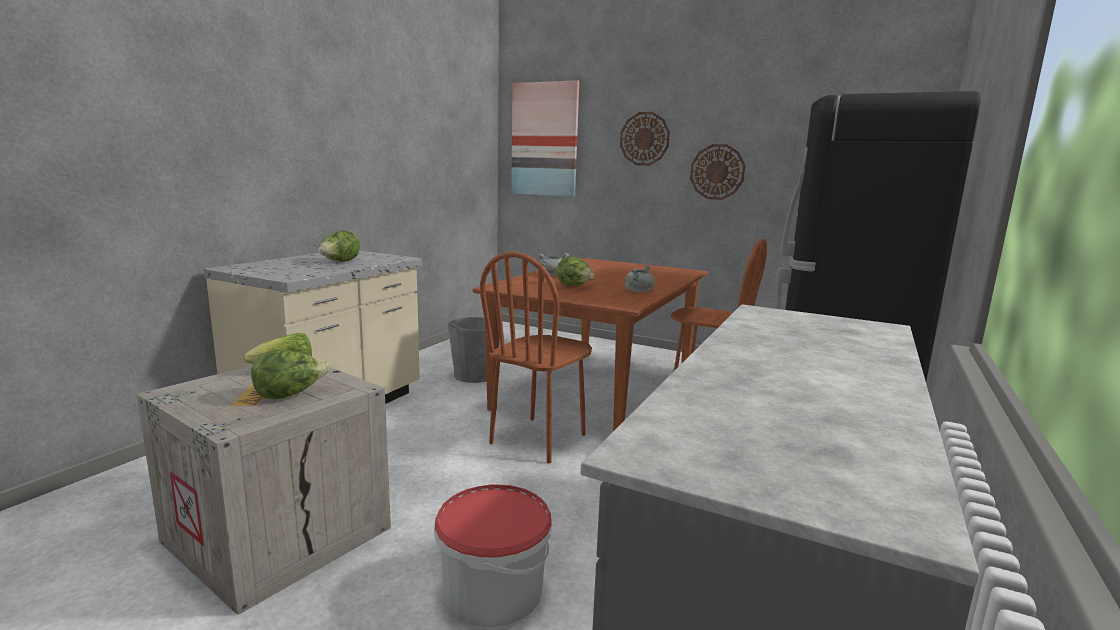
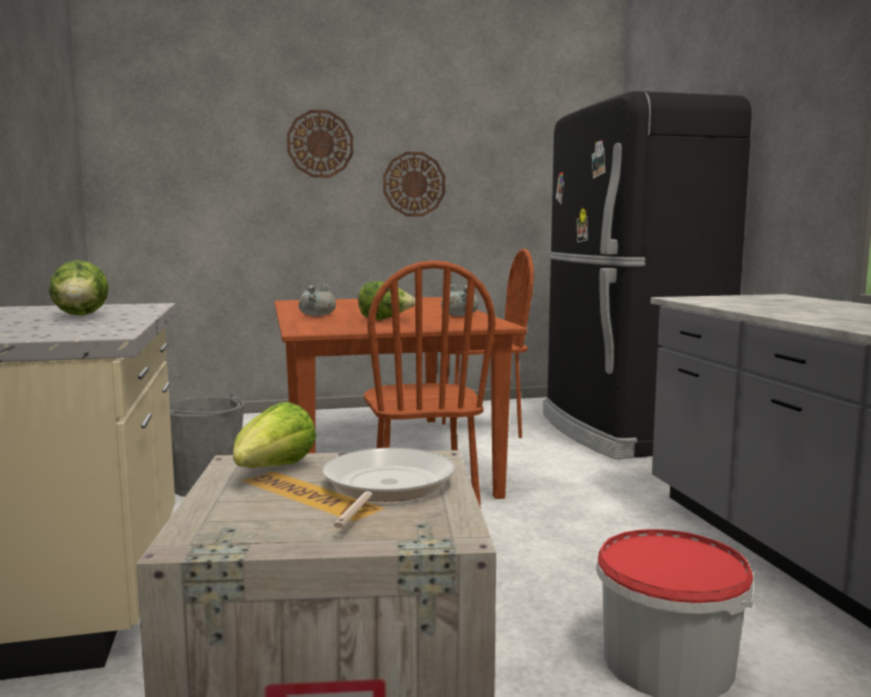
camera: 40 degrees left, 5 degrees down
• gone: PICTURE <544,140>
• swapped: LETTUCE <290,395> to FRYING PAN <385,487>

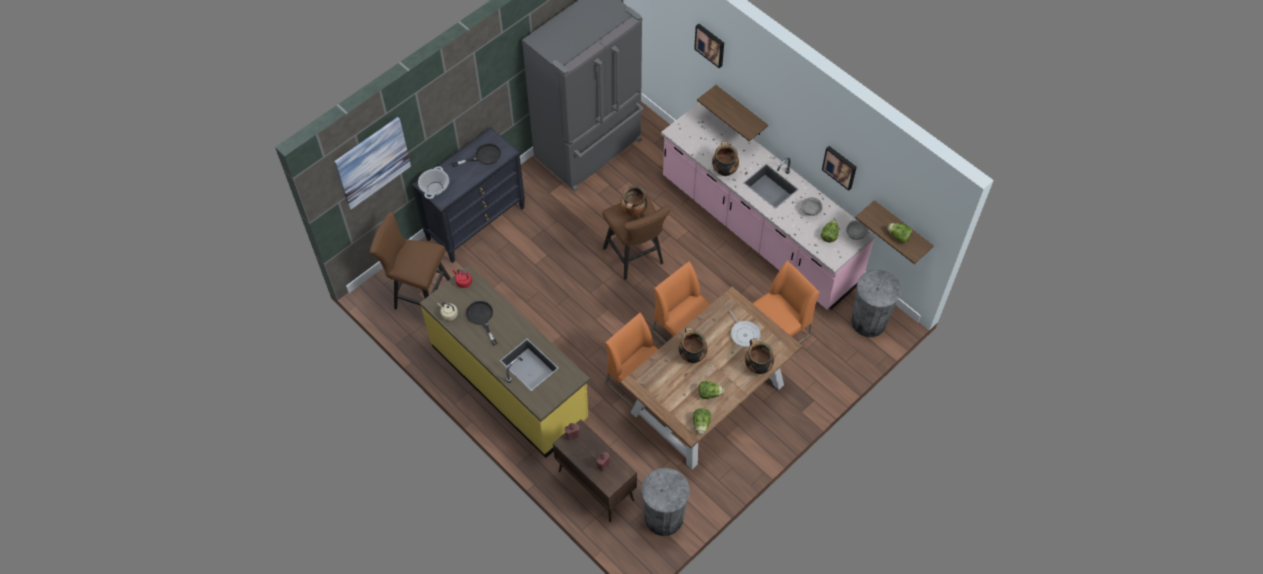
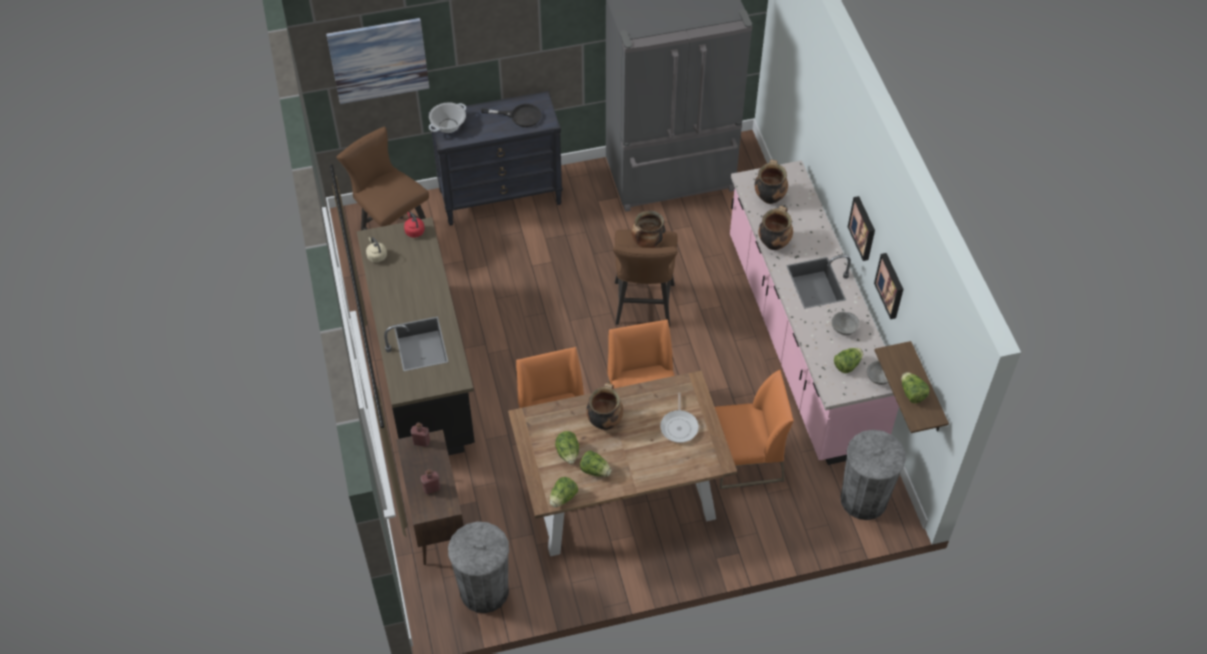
camera: 30 degrees right, 5 degrees down
• gone: BLACK FRYING PAN <481,318>
• gone: SHELF <741,111>
• new: LETTUCE <568,453>
• shifted: PICTURE <710,44> to <863,228>
• shifted: COOKING POT <757,366> to <769,196>
• repainted: YELLOW COUNTER <510,382> to BLACK COUNTER <423,370>

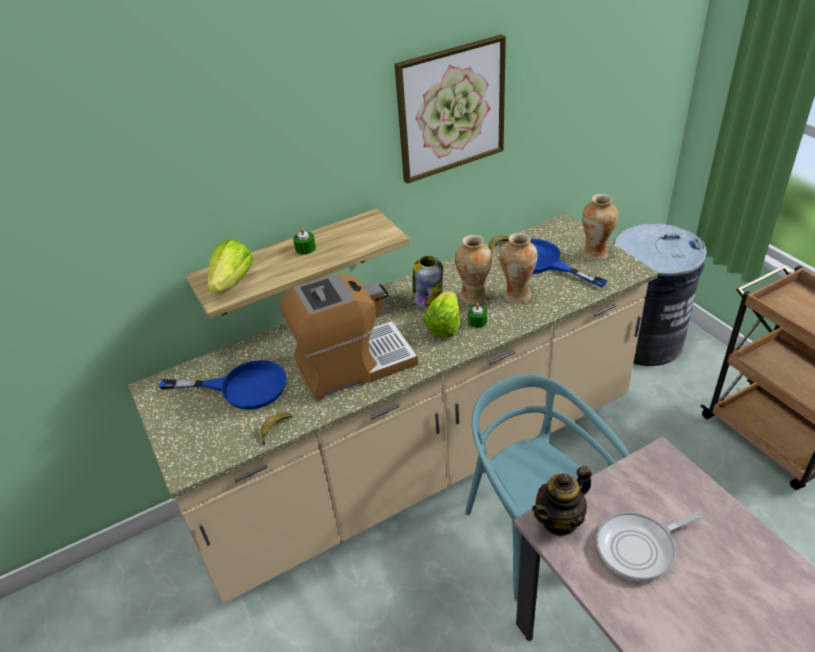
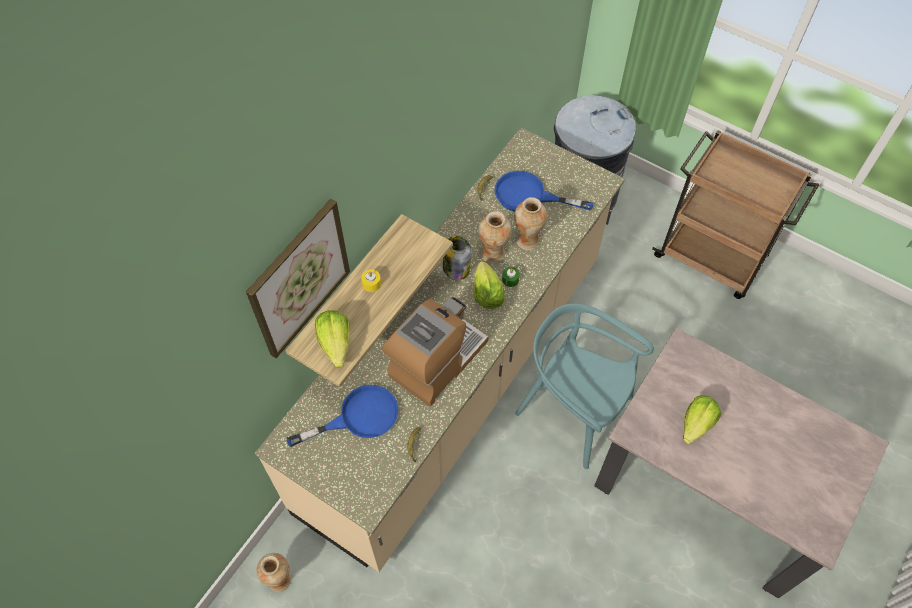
camera: 30 degrees left, 20 degrees up
• gone: TEAPOT <560,520>
• shifted: PICTURE <451,109> to <299,279>
• shifted: VASE <595,254> to <280,579>
• swapped: FRYING PAN <639,548> to LETTUCE <696,424>
• repainted: GREEN CANDLE <305,248> to YELLOW CANDLE <371,284>

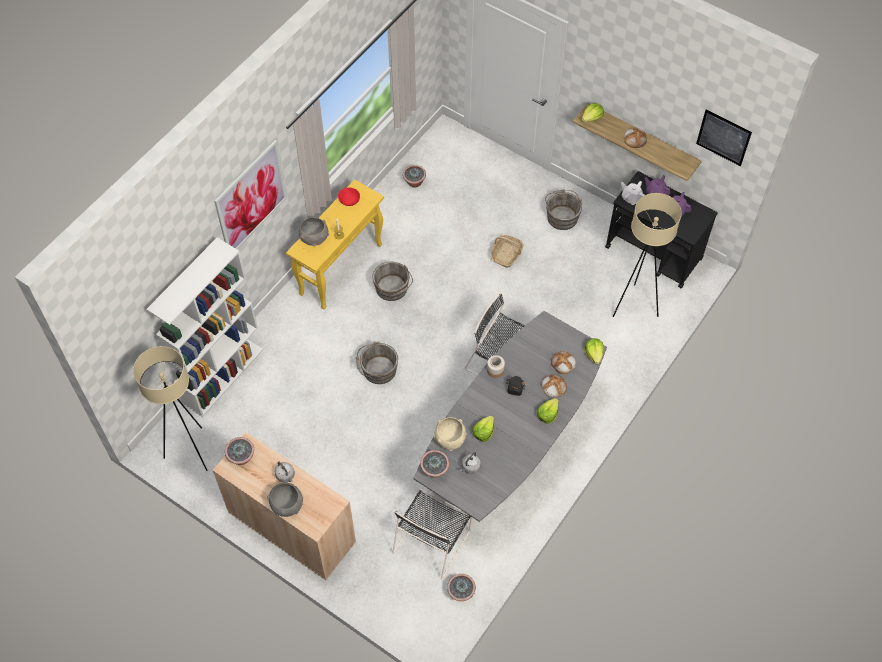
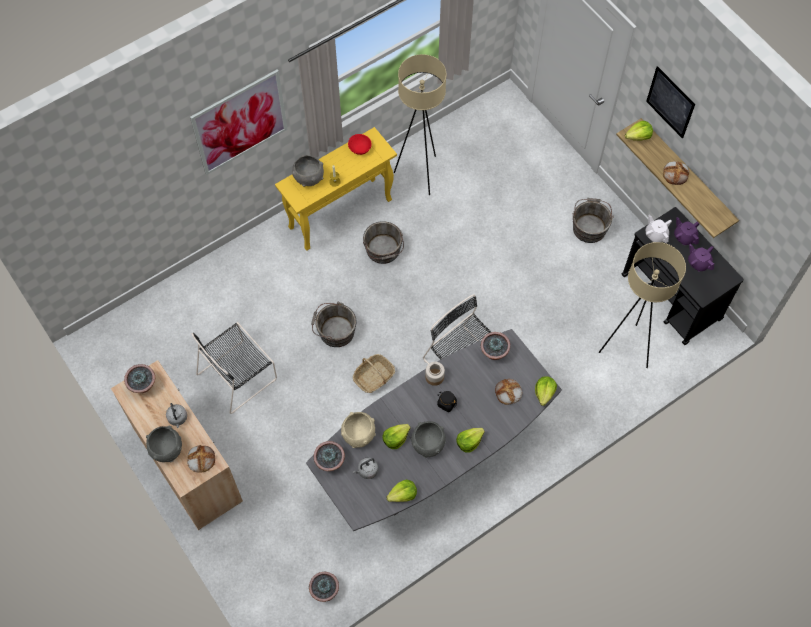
camera: 20 degrees right, 5 degrees up
• gone: WHITE BOOKCASE <223,375>
• new: LETTUCE <403,495>
• new: GREY BOWL <428,444>
• shifted: BEIGE FLOOR LAMP <191,451> to <420,174>
• shifted: BLACK CHAIR <432,540> to <239,375>
• shifted: POTTED PLANT <414,183> to <494,353>
• shifted: BASKET <506,255> to <374,377>
• shifted: BREAD <553,386> to <201,459>
• shifted: PICTURE <723,137> to <670,102>

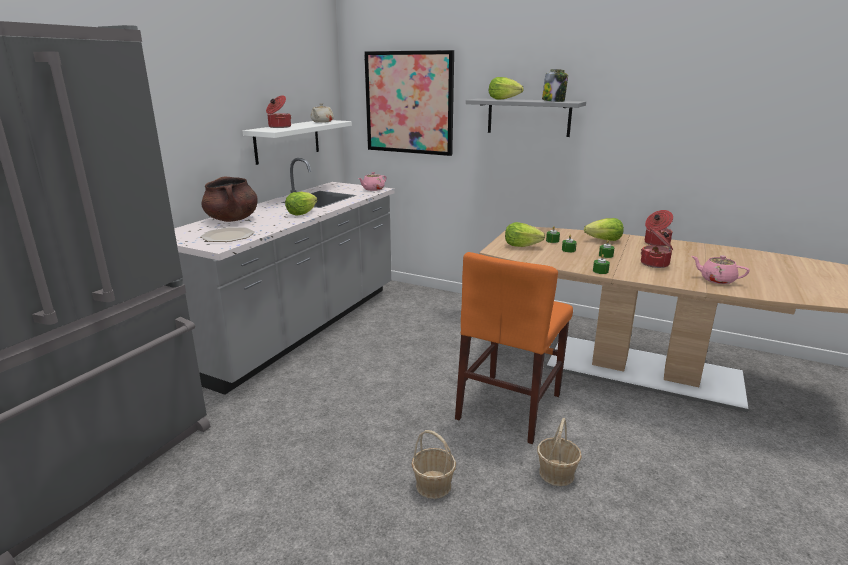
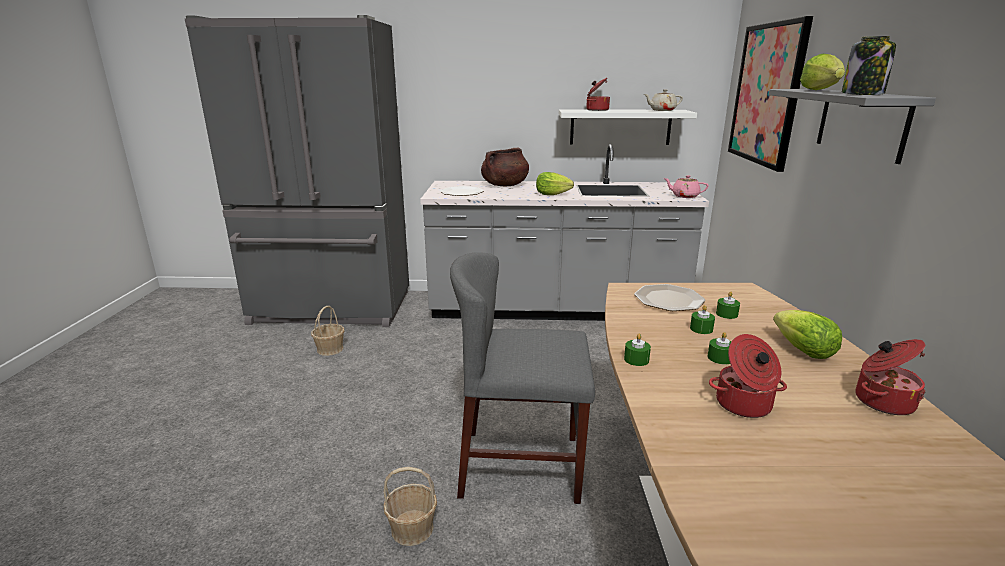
camera: 65 degrees right, 0 degrees up
• gone: PINK TEAPOT <716,280>
• shifted: BASKET <433,485> to <330,349>
• swapped: LETTUCE <521,246> to PLATE <669,299>
• repainted: ORANGE CHAIR <509,406> to GREY CHAIR <521,465>

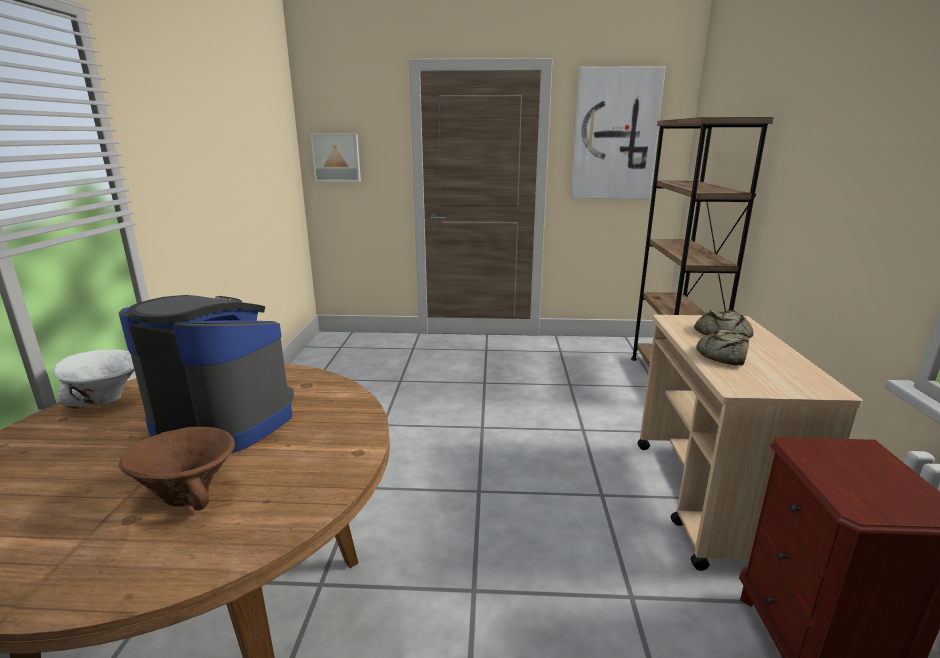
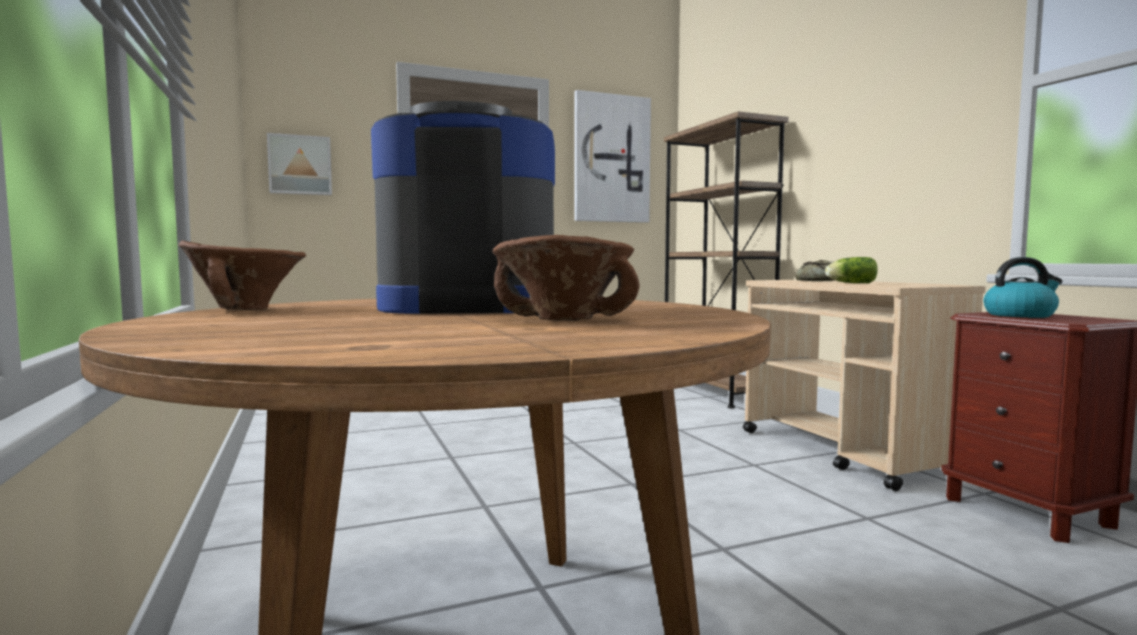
camera: 25 degrees left, 15 degrees down
• new: KETTLE <1020,315>
• swapped: BREAD <723,355> to LETTUCE <849,283>
• repainted: WHITE BOWL <109,399> to BROWN BOWL <249,309>

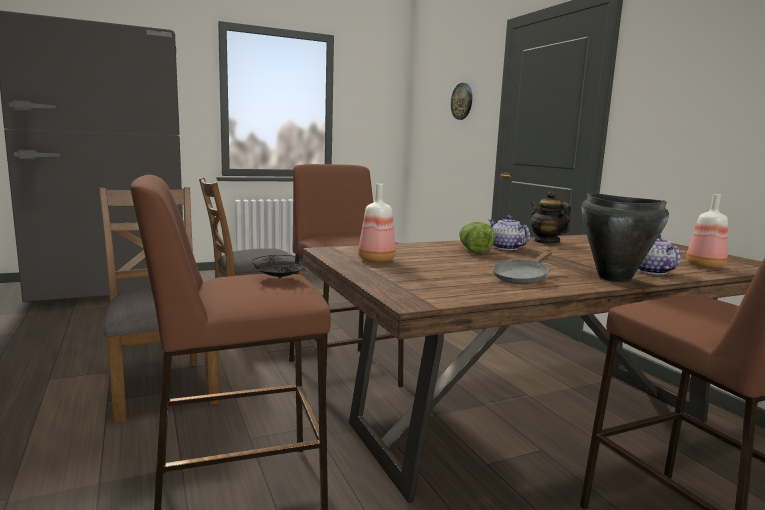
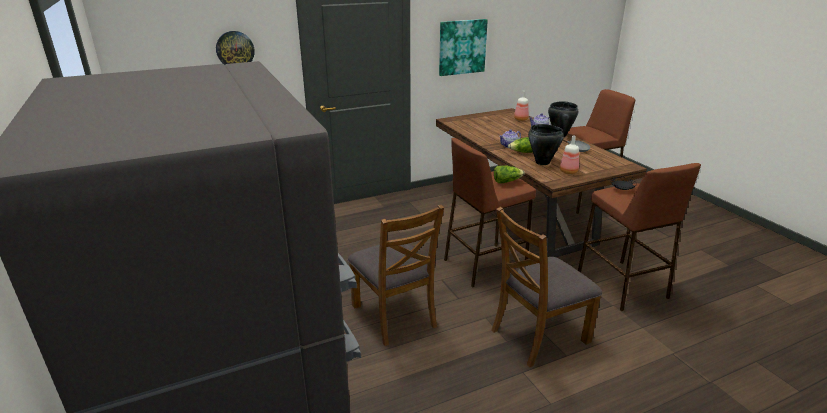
camera: 90 degrees left, 15 degrees up
• gone: TEAPOT <546,242>
• new: PICTURE <462,47>
• new: LETTUCE <506,181>
• new: BLACK COOKING POT <542,162>

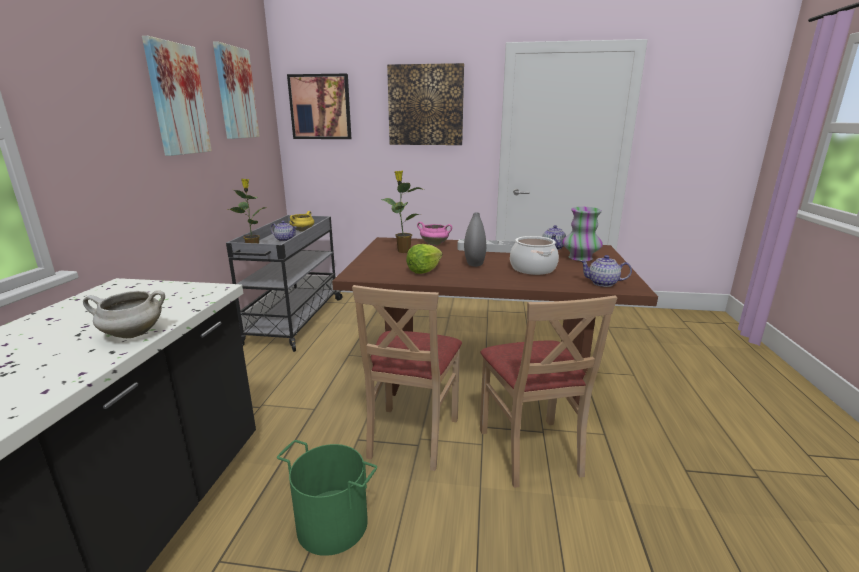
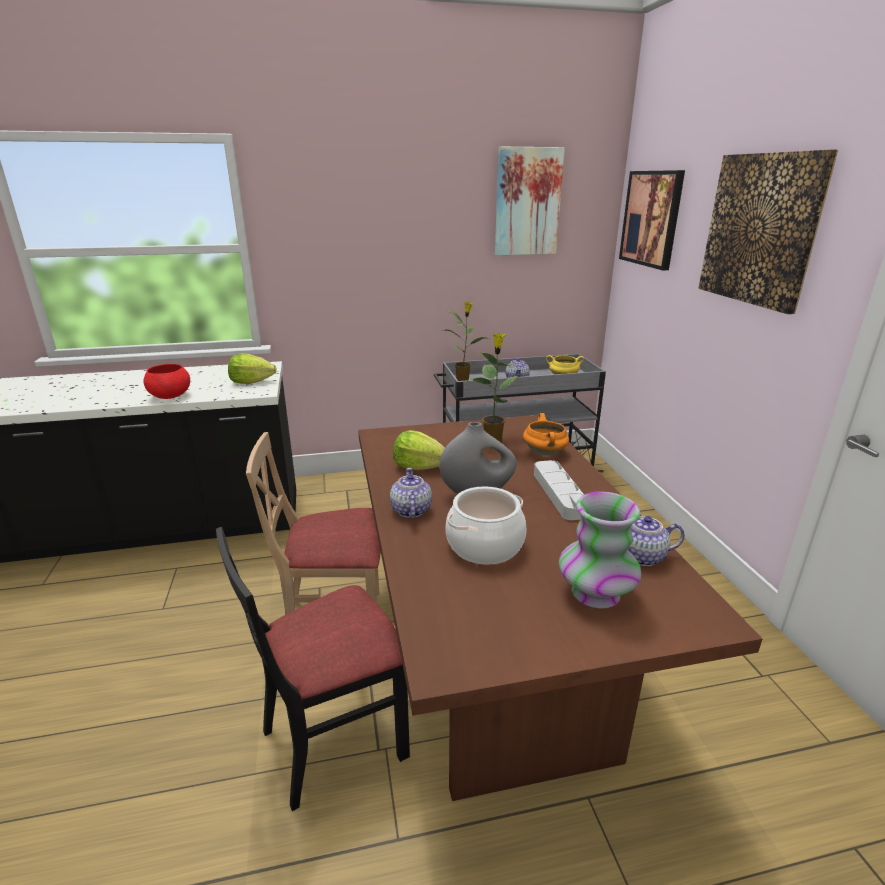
camera: 70 degrees right, 5 degrees up
• gone: PICTURE <177,99>
• gone: GREEN BUCKET <333,523>
• new: LETTUCE <251,382>
• shifted: TEAPOT <603,283> to <410,510>
• swapped: WHITE COOKING POT <132,335> to RED BOWL <170,396>
• repainted: PINK COOKING POT <434,244> to ORANGE COOKING POT <545,453>
• repainted: BEIGE CHAIR <530,450> to BLACK CHAIR <333,739>

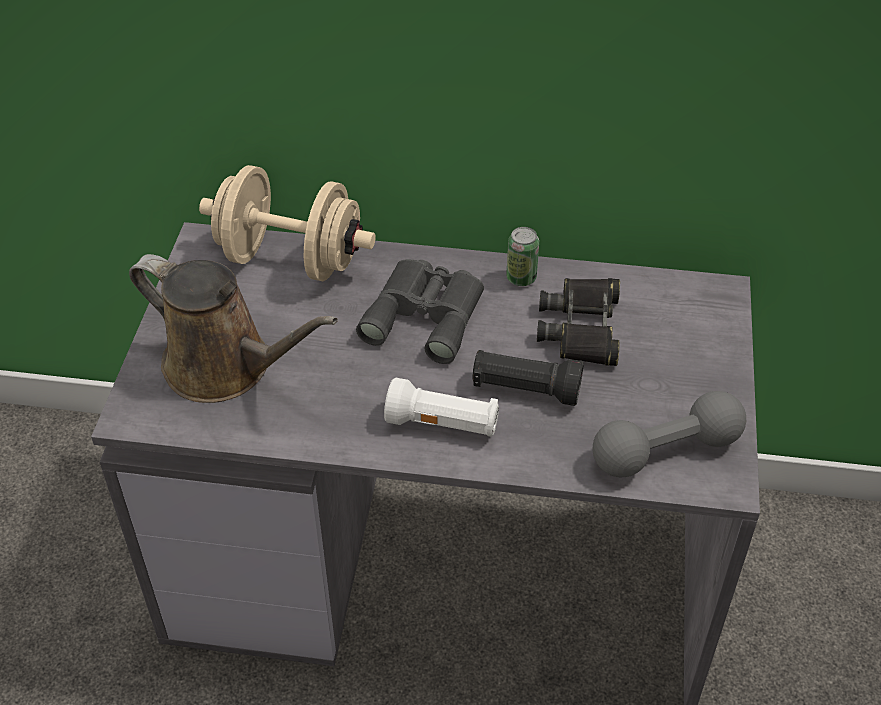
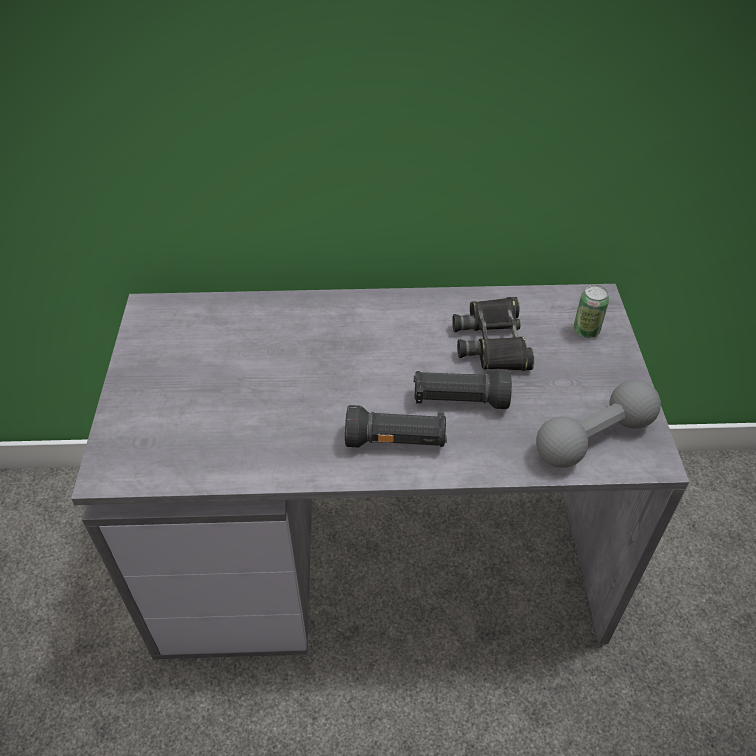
camera: 10 degrees left, 0 degrees up
• gone: BROWN WATERING CAN <226,367>
• gone: BEIGE DUMBBELL <290,259>
• gone: GREY BINOCULARS <426,314>
• shifted: CAN <521,278> to <586,330>
• repainted: WHITE FLASHLIGHT <443,424> to BLACK FLASHLIGHT <396,441>

